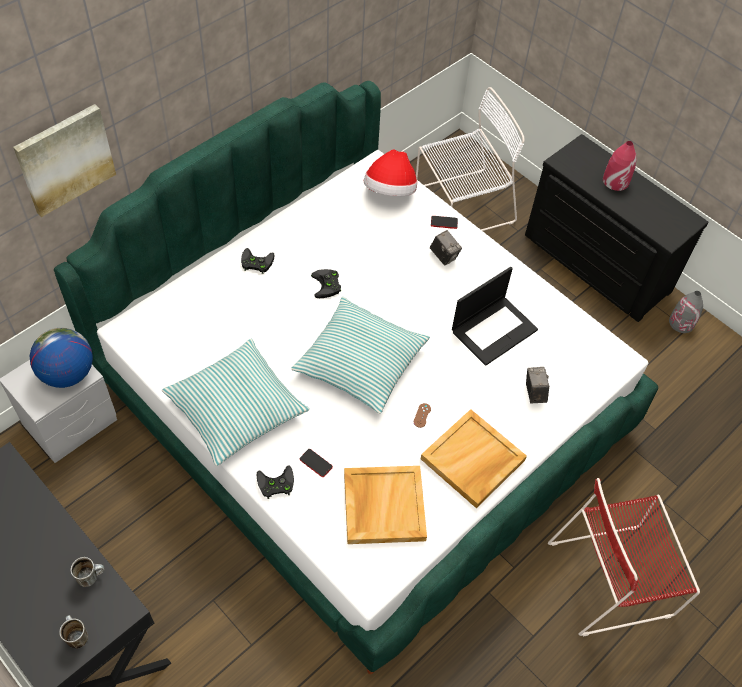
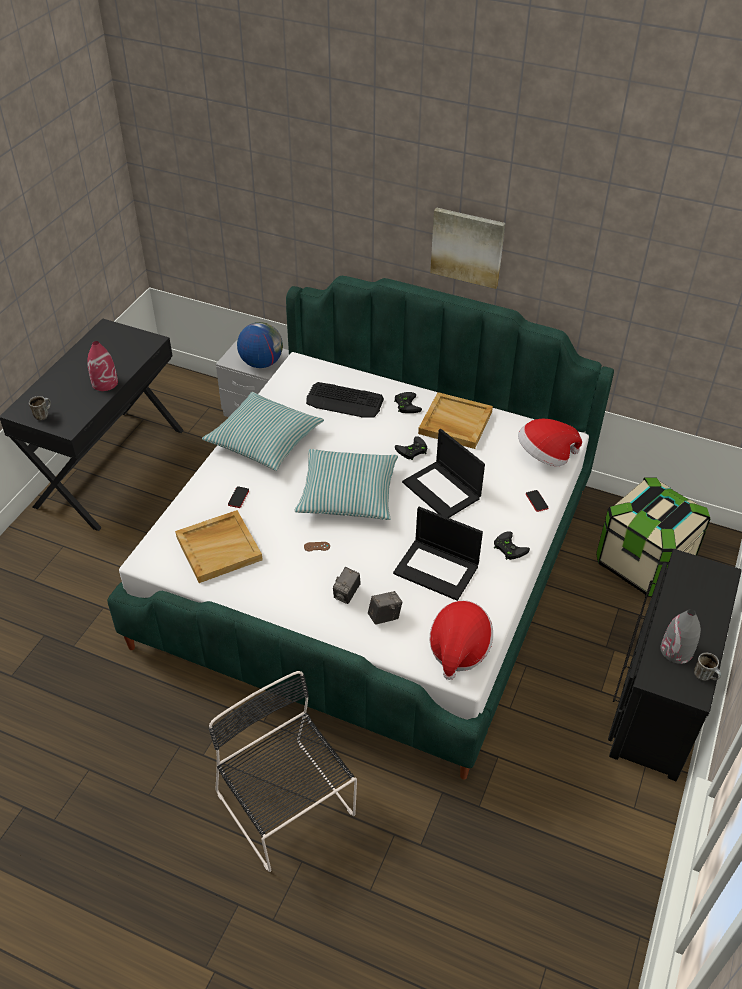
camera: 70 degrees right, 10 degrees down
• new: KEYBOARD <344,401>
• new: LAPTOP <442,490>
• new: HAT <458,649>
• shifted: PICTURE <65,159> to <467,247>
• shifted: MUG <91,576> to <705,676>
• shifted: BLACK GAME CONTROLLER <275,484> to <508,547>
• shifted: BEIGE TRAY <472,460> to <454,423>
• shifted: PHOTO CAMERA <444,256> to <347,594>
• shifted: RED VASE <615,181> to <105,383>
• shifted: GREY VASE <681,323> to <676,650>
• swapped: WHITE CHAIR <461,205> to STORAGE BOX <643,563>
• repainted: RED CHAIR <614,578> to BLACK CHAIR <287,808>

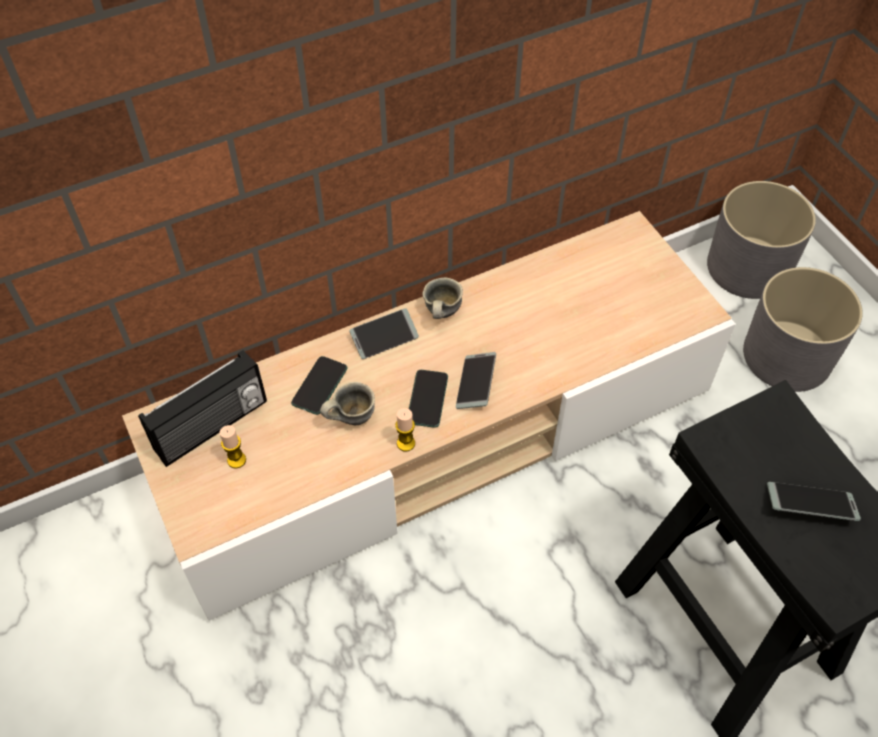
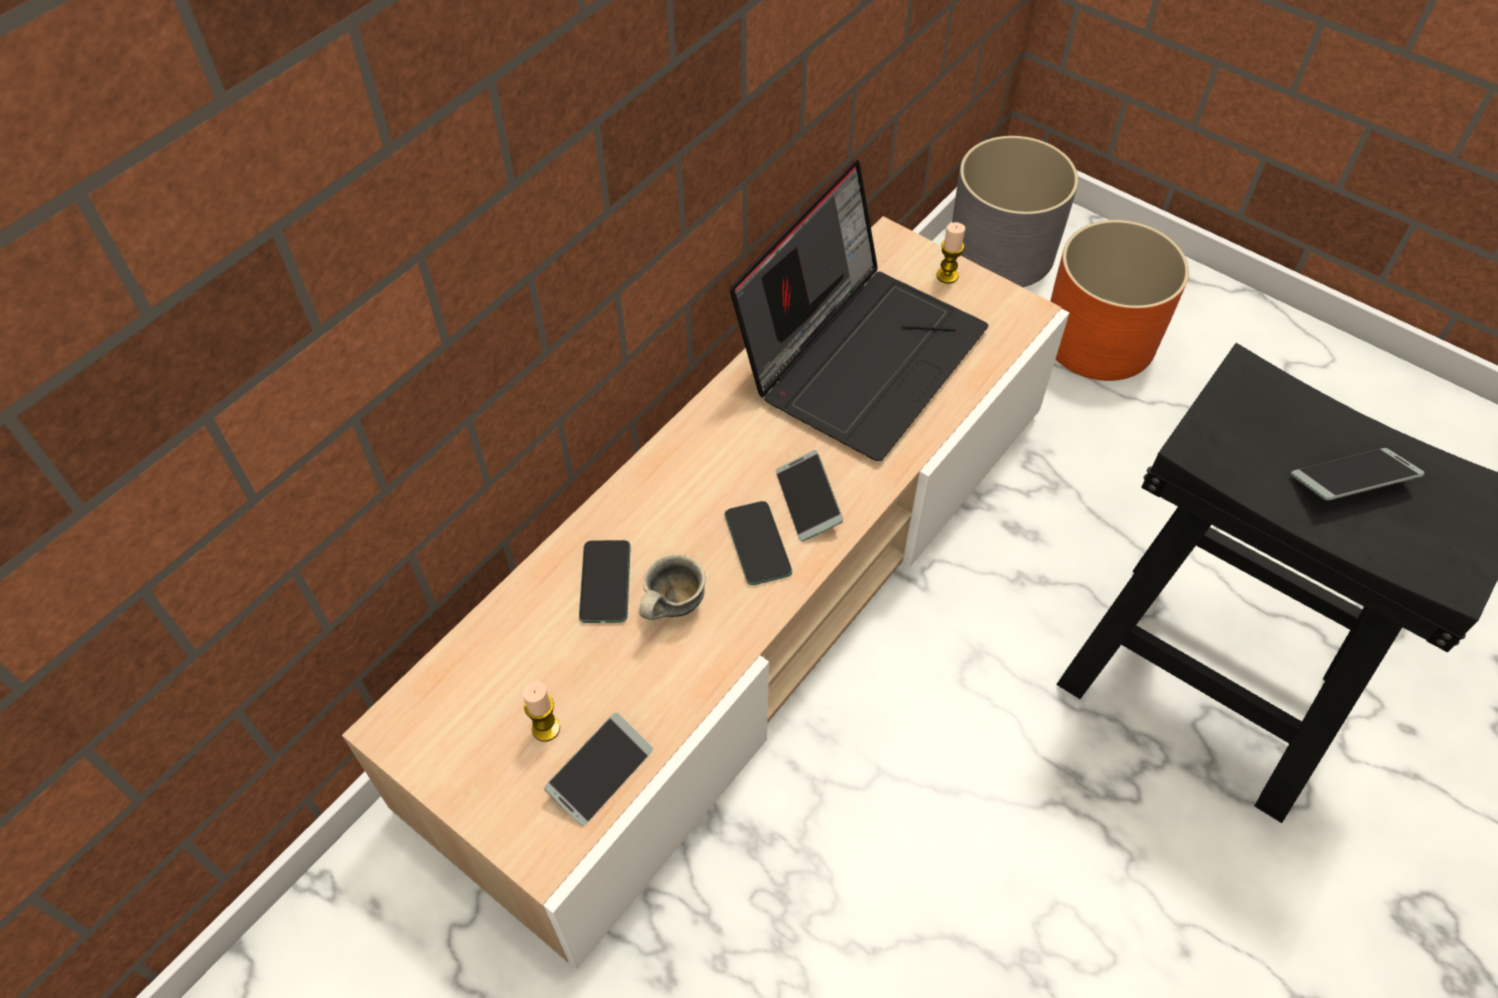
camera: 25 degrees left, 0 degrees up
• gone: RADIO <212,427>
• gone: GREY MUG <440,313>
• new: LAPTOP <861,354>
• shifted: PHONE <384,338> to <600,773>
• shifted: CANDLE <406,443> to <947,275>
• repainted: GREY PLANTER <787,355> to ORANGE PLANTER <1099,338>

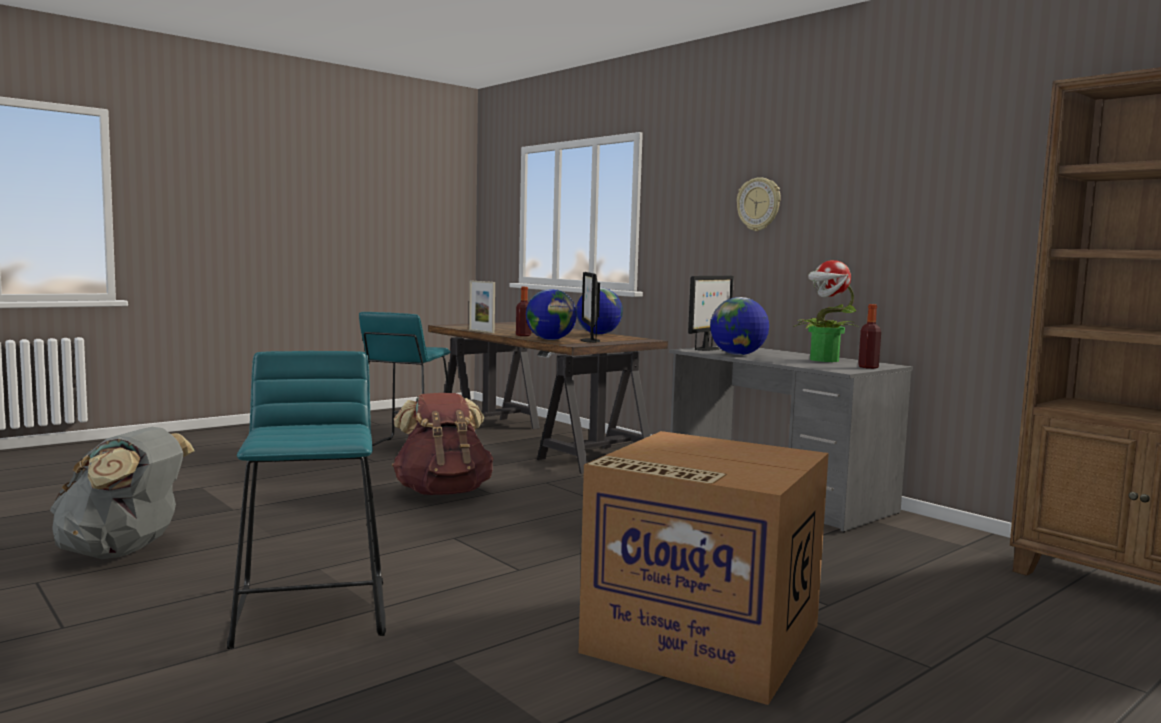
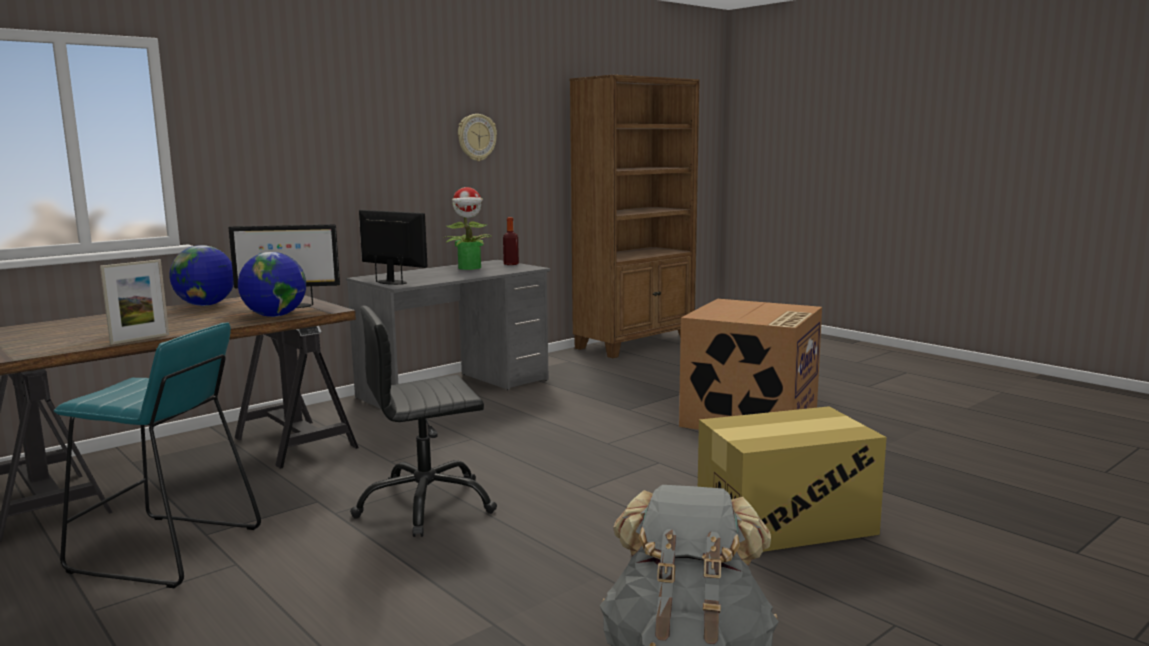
camera: 90 degrees left, 5 degrees up
• gone: BOTTLE <523,335>
• gone: GLOBE <738,355>
• shifted: WALL CLOCK <759,204> to <476,137>
• swapped: TURQUOISE STOOL <312,611> to CARDBOARD BOX <784,522>
• swapped: BROWN BACKPACK <442,493> to BLACK OFFICE CHAIR <426,505>

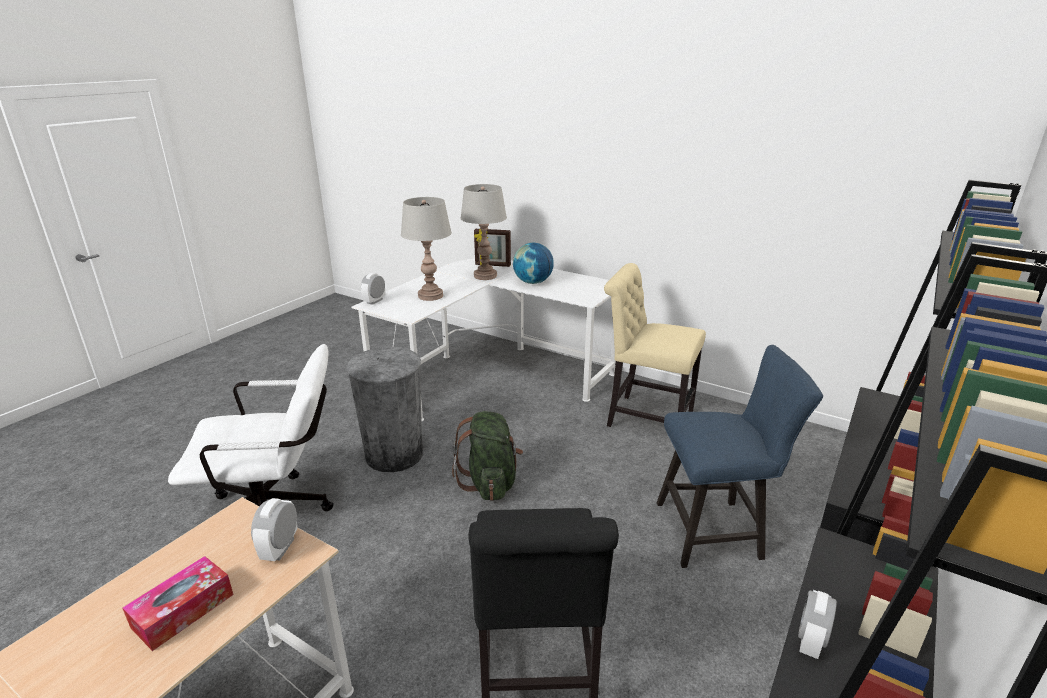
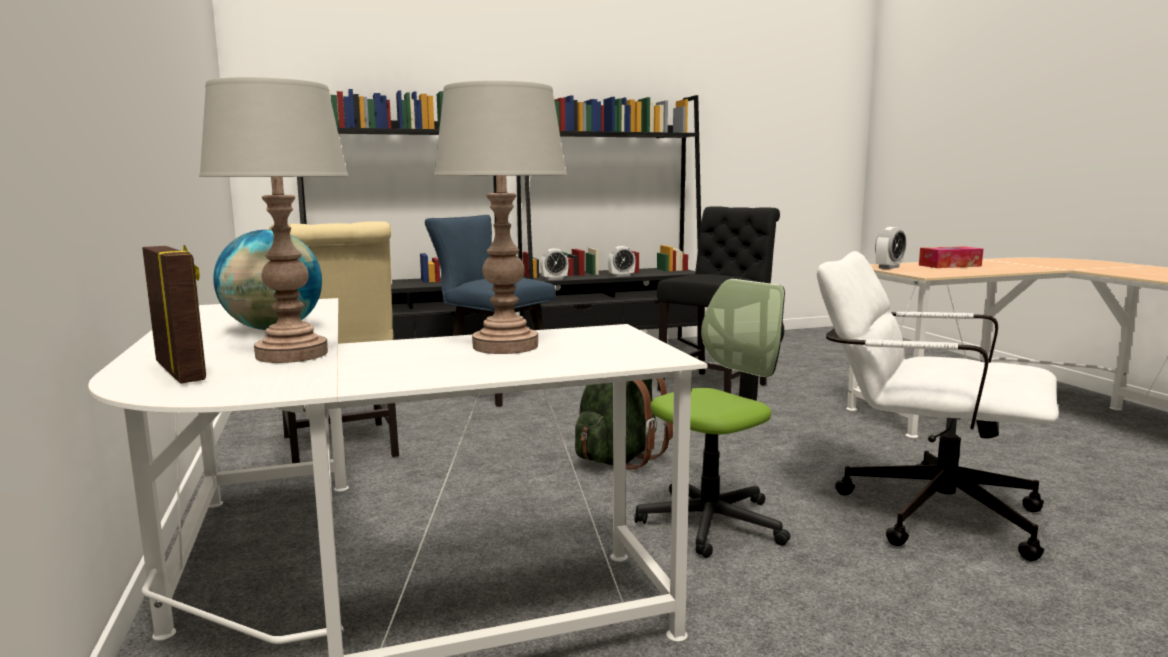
camera: 140 degrees left, 15 degrees down
• shifted: ALARM CLOCK <374,301> to <554,279>
• swapped: GREY TRASH CAN <394,454> to OFFICE CHAIR <711,522>

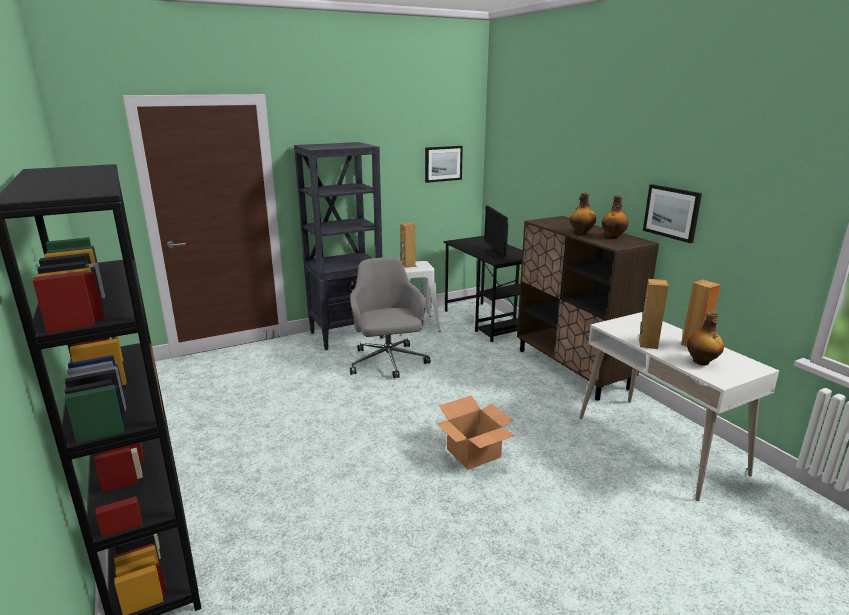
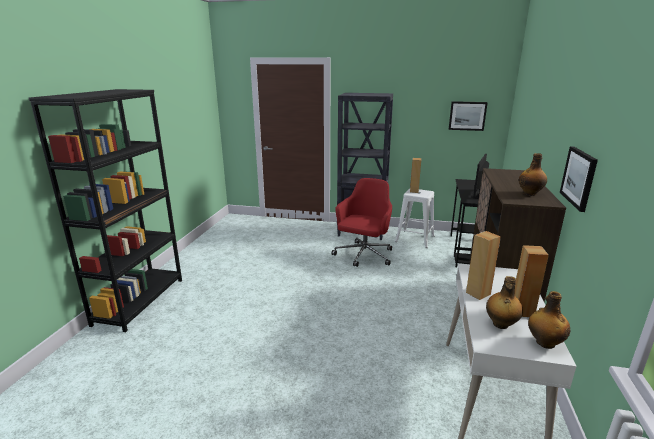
camera: 40 degrees right, 0 degrees up
• gone: CARDBOARD BOX <474,453>
• shifted: BOTTLE <581,233> to <544,343>
• repainted: GREY OFFICE CHAIR <388,362> to RED OFFICE CHAIR <363,255>

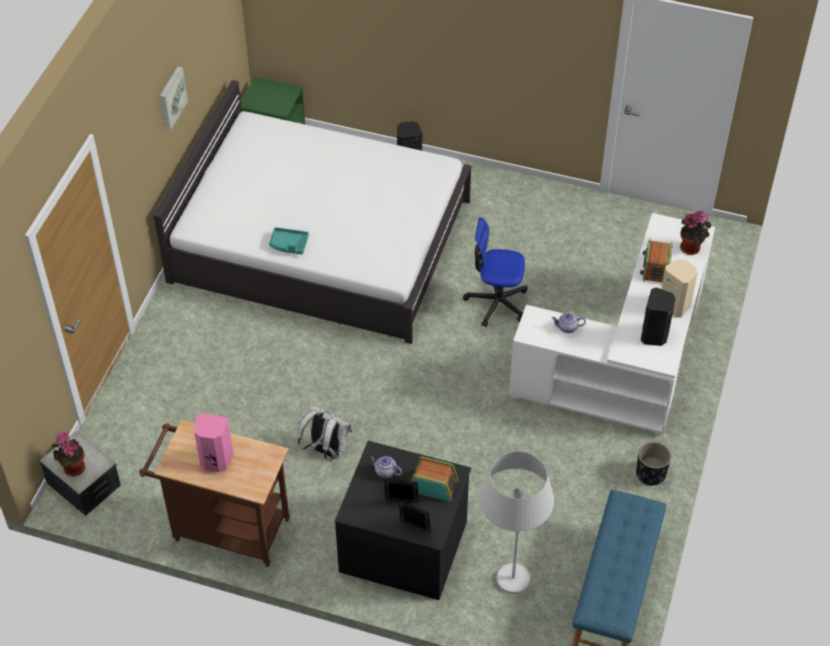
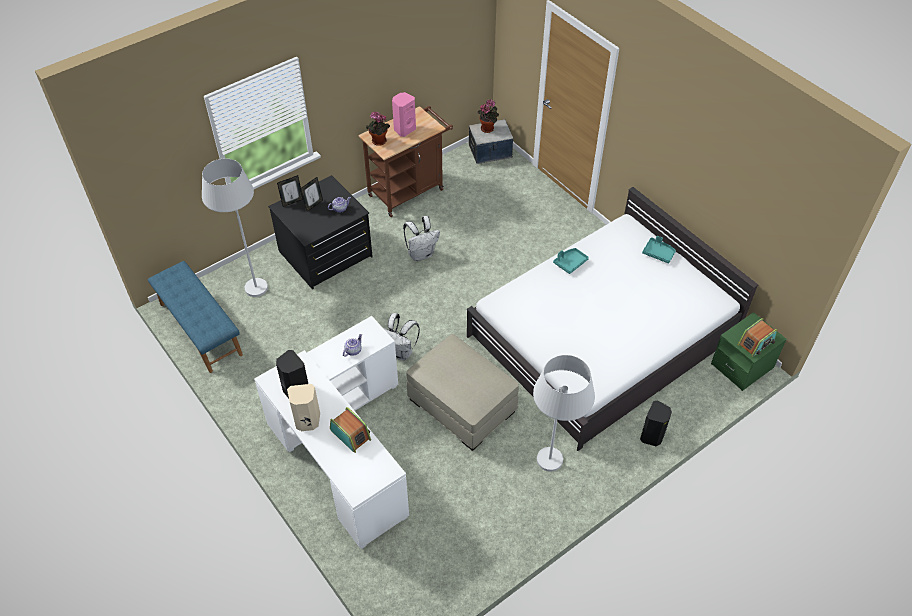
camera: 125 degrees right, 0 degrees up
• gone: PICTURE <171,97>
• gone: BLACK PLANTER <650,474>
• new: WHITE BACKPACK <400,352>
• new: WHITE FLOOR LAMP <551,473>
• new: TURQUOISE TRAY <658,253>
• shifted: RADIO <433,485> to <756,343>
• shifted: POTTED PLANT <692,248> to <378,142>
• swapped: OFFICE CHAIR <496,302> to BEIGE OTTOMAN <462,406>

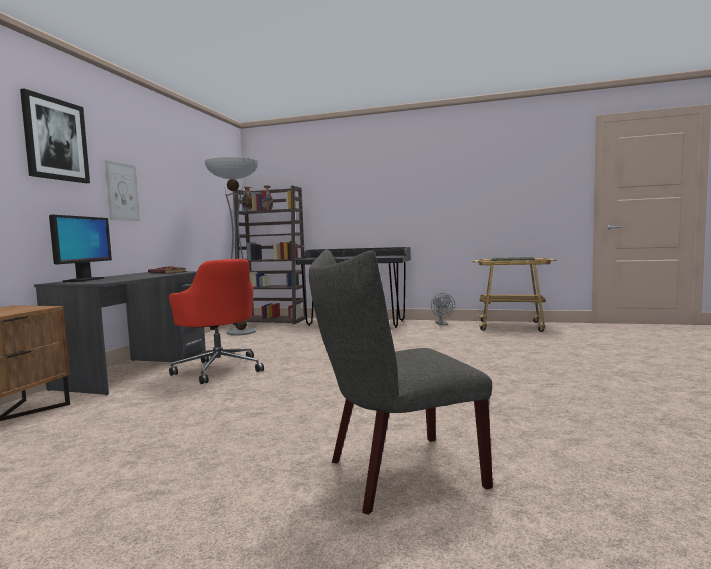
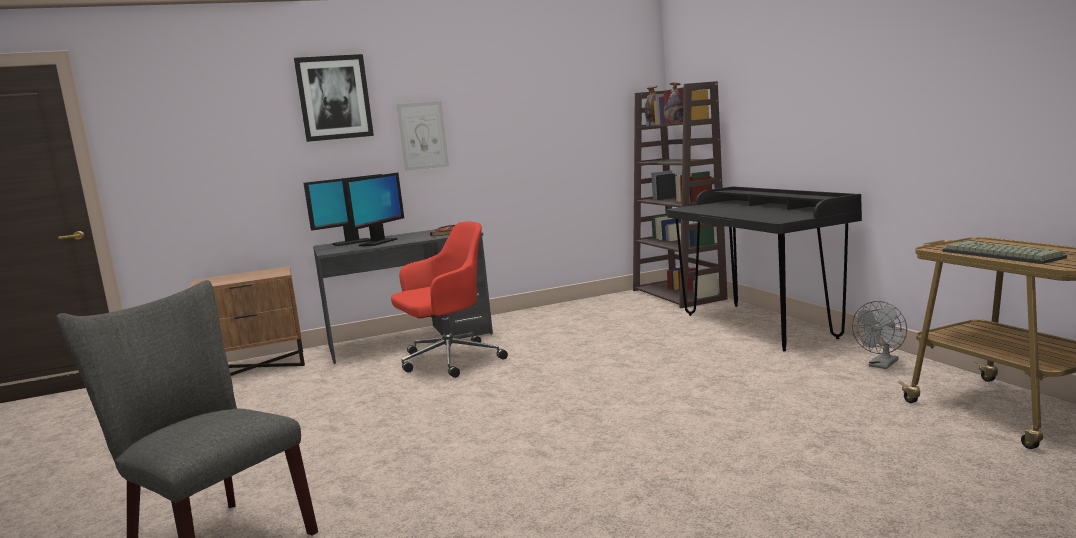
camera: 55 degrees right, 5 degrees up
• gone: FLOOR LAMP <241,332>
• new: MONITOR <378,242>
• rotated: RED OFFICE CHAIR <219,368> = <448,360> 135 degrees counterclockwise

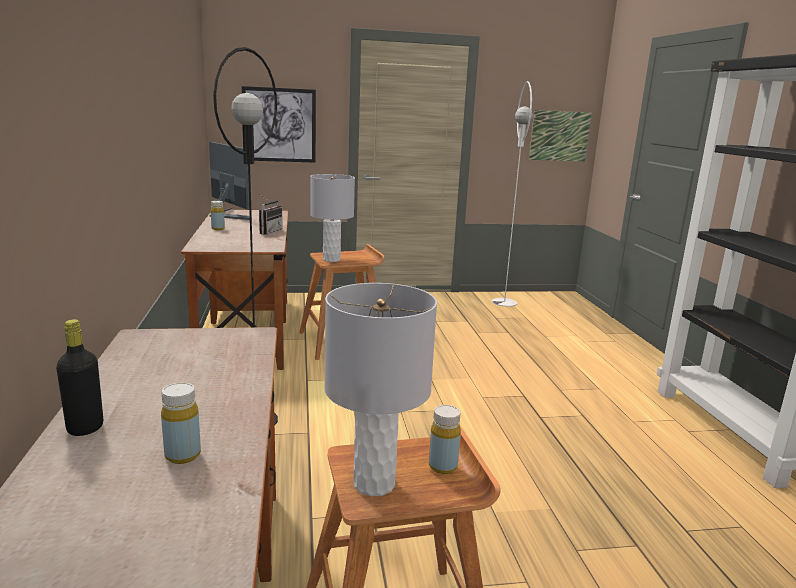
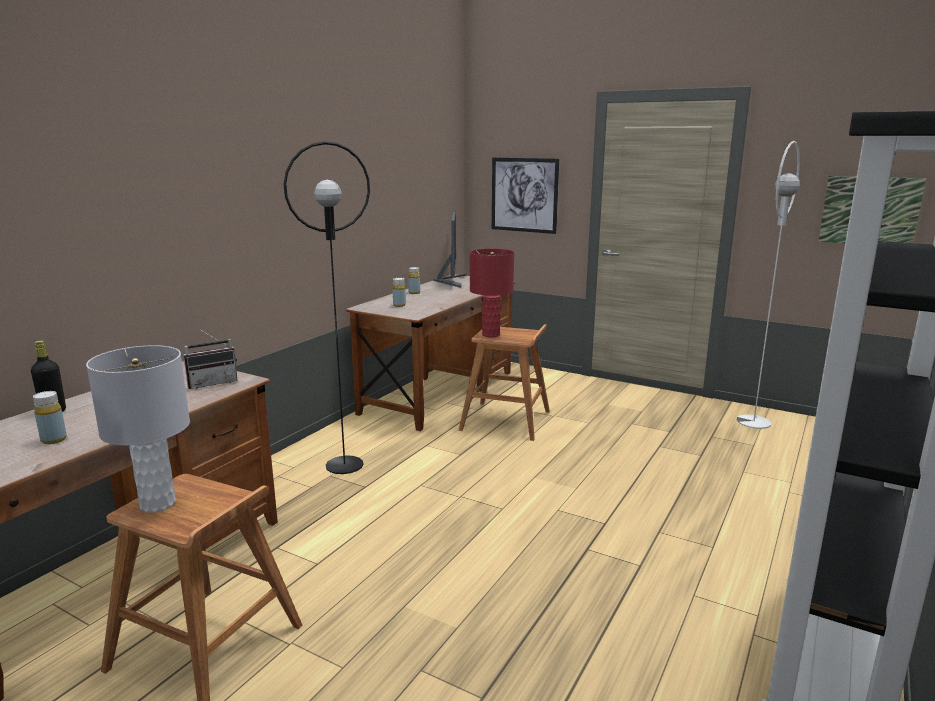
camera: 40 degrees right, 0 degrees up
• shifted: RADIO <268,231> to <212,382>
• shifted: YELLOW BOTTLE <442,466> to <399,305>
• repainted: GREY TABLE LAMP <331,259> to RED TABLE LAMP <490,334>

